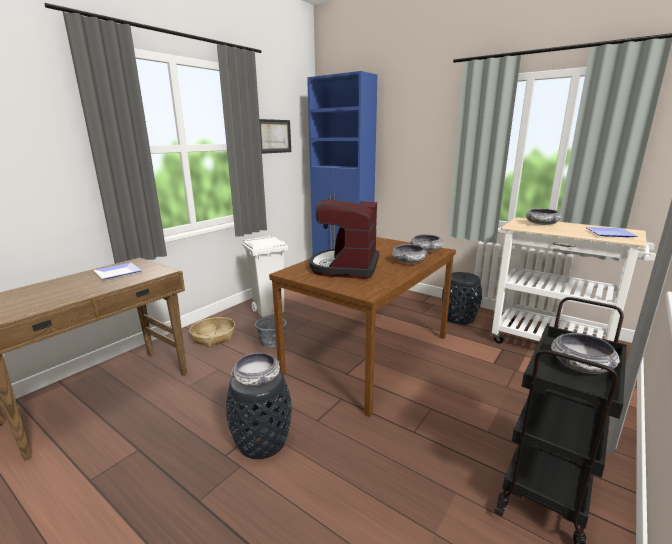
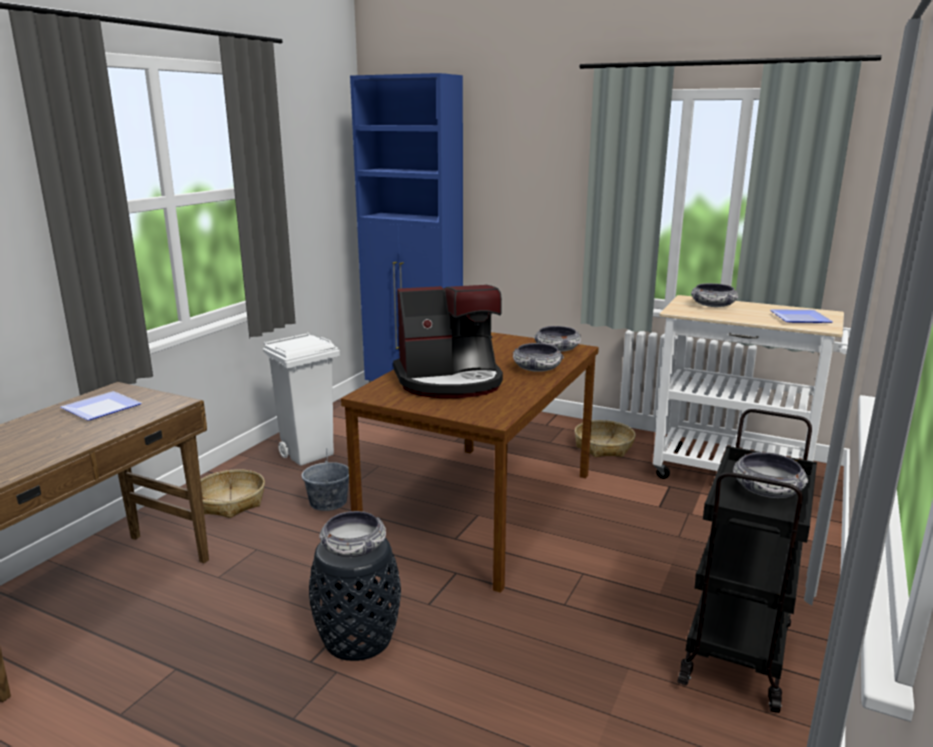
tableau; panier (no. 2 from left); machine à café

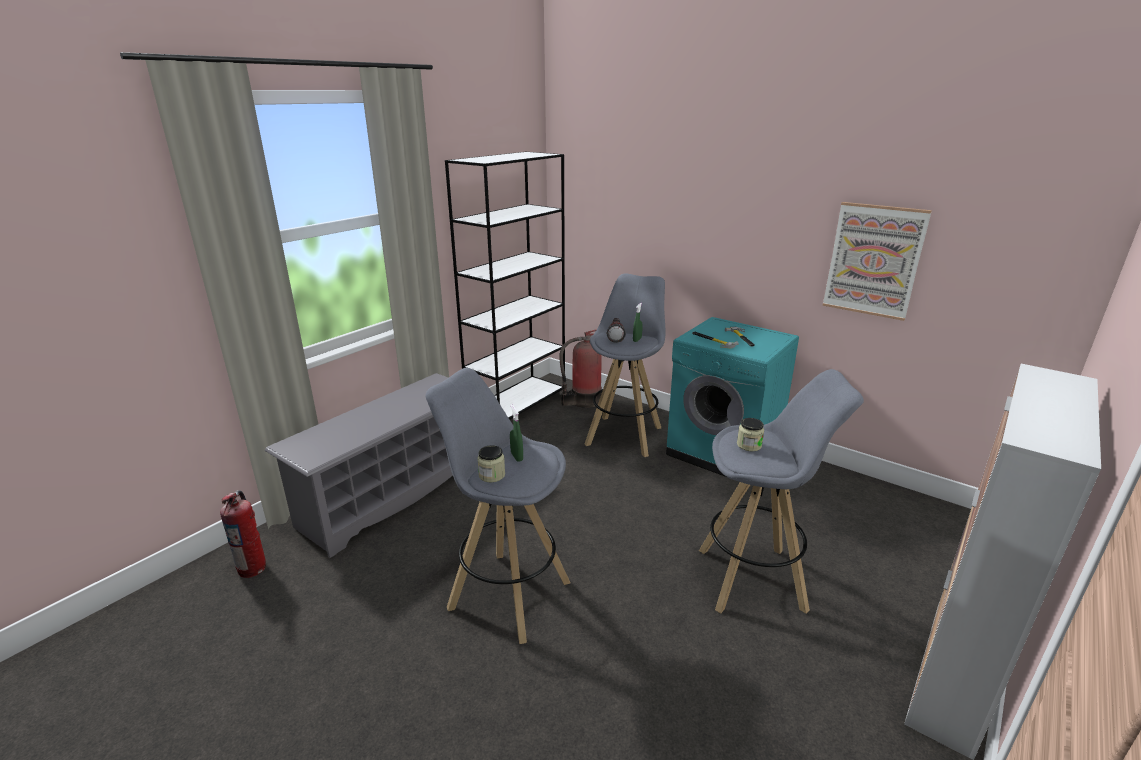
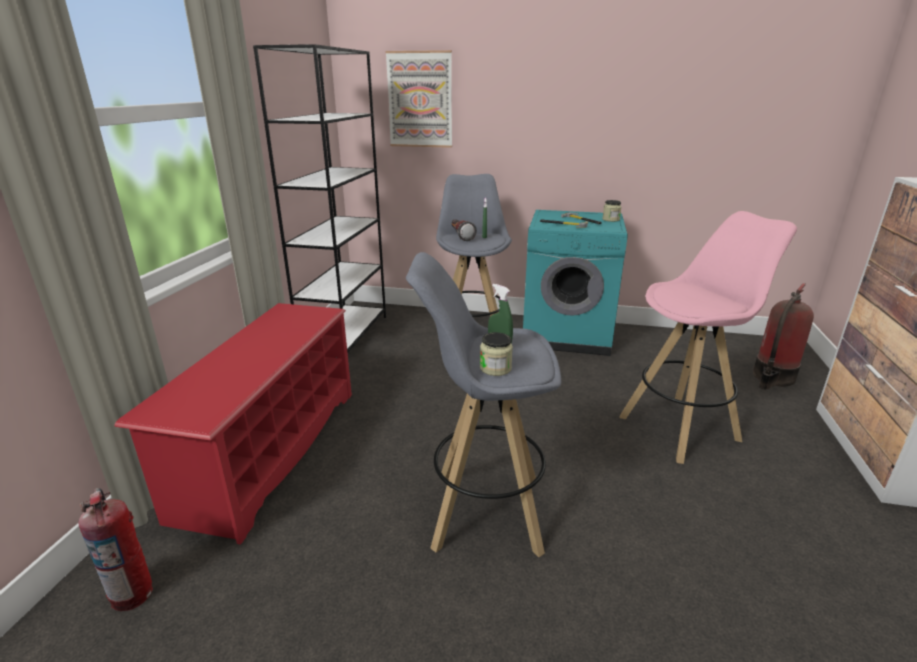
extincteur (no. 2 from left); bocal (no. 2 from left); tableau; étagère à chaussures (rouge); tabouret (rose)

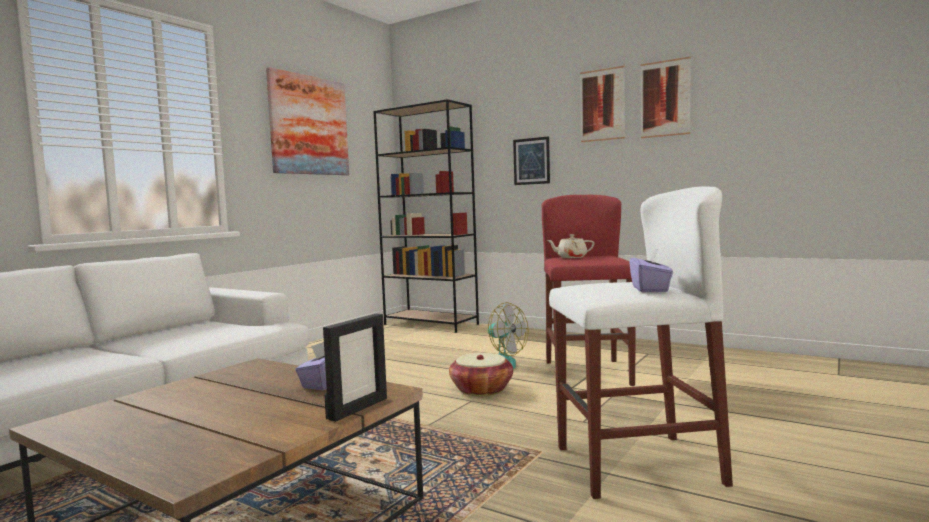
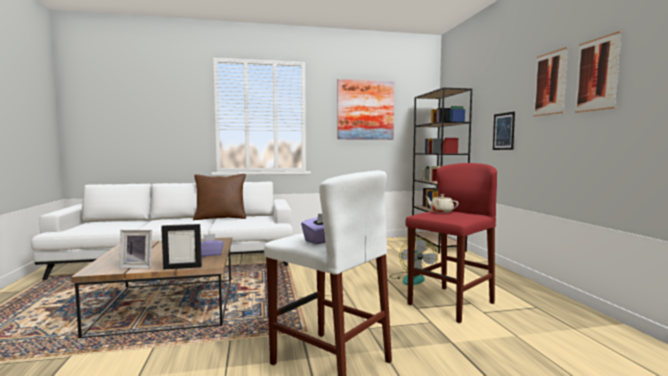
panier; cadre photo (no. 1 from left); coussin (marron)

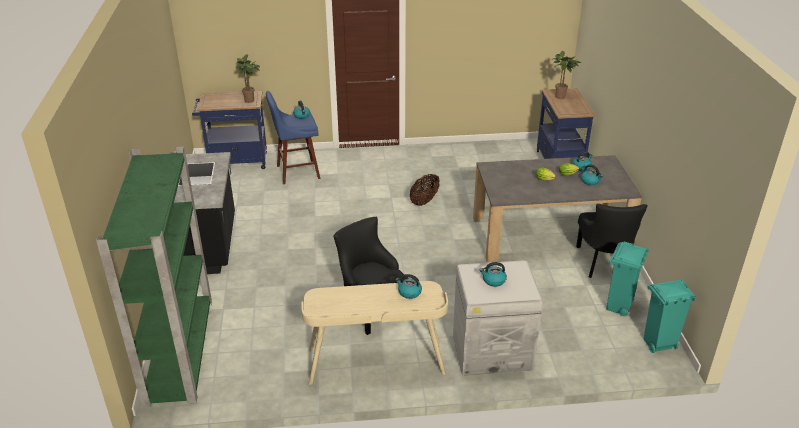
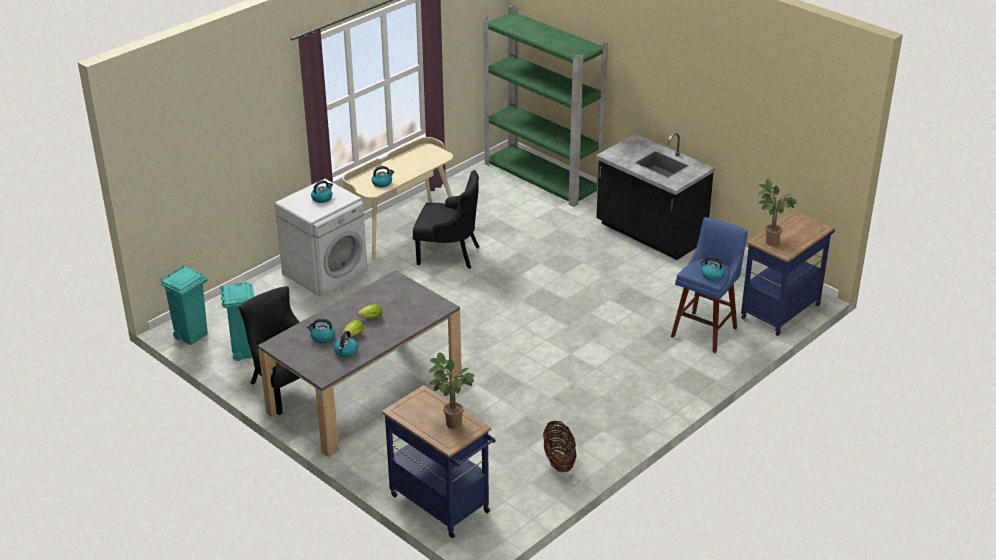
panier

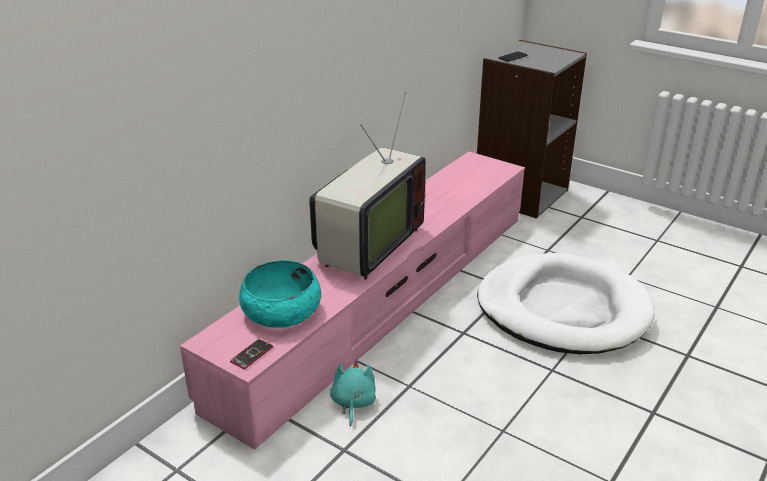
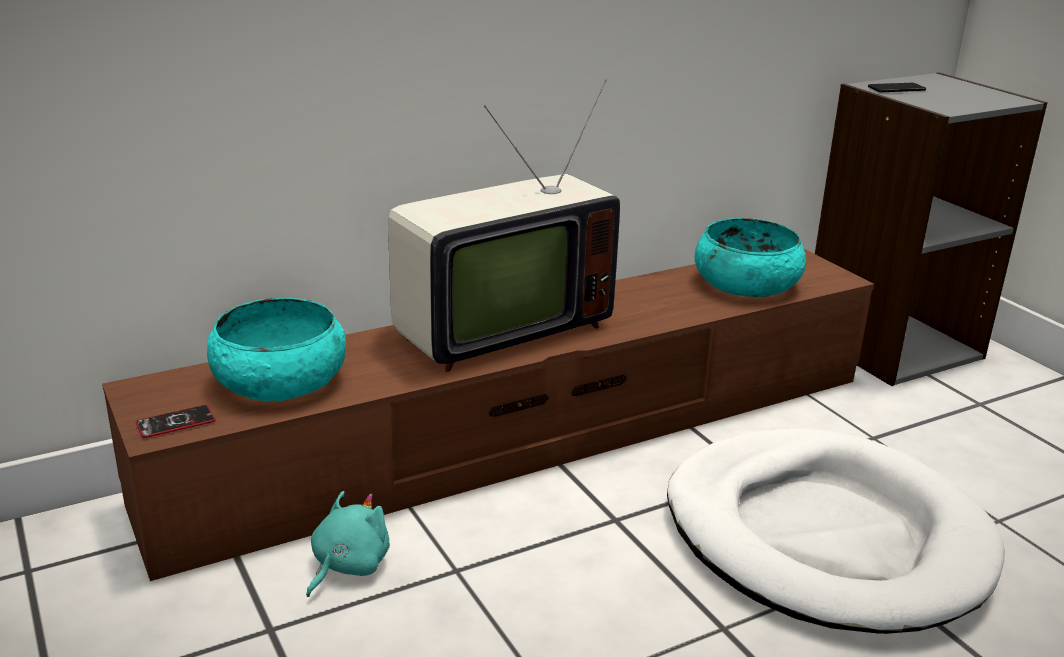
bol (turquoise) (no. 2 from left); meuble télé (marron)

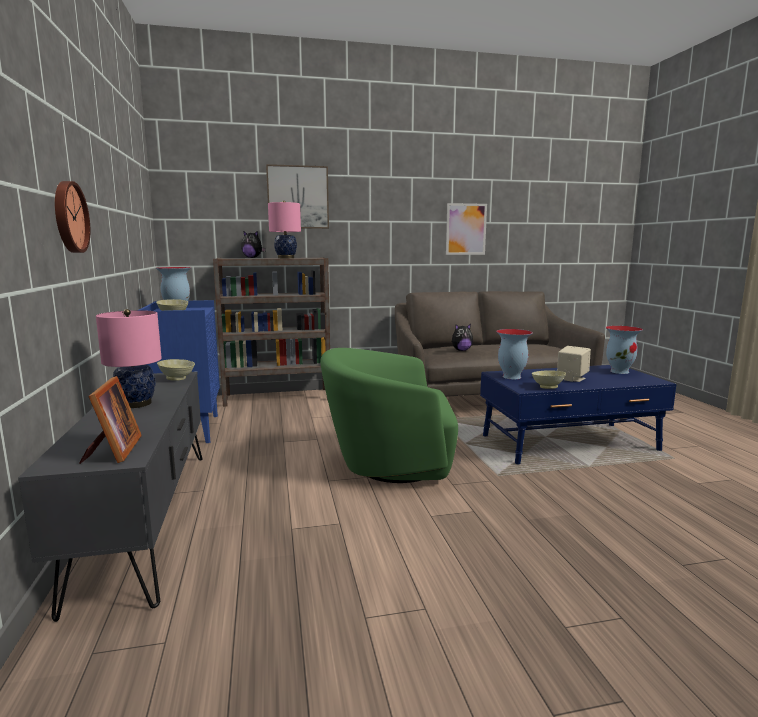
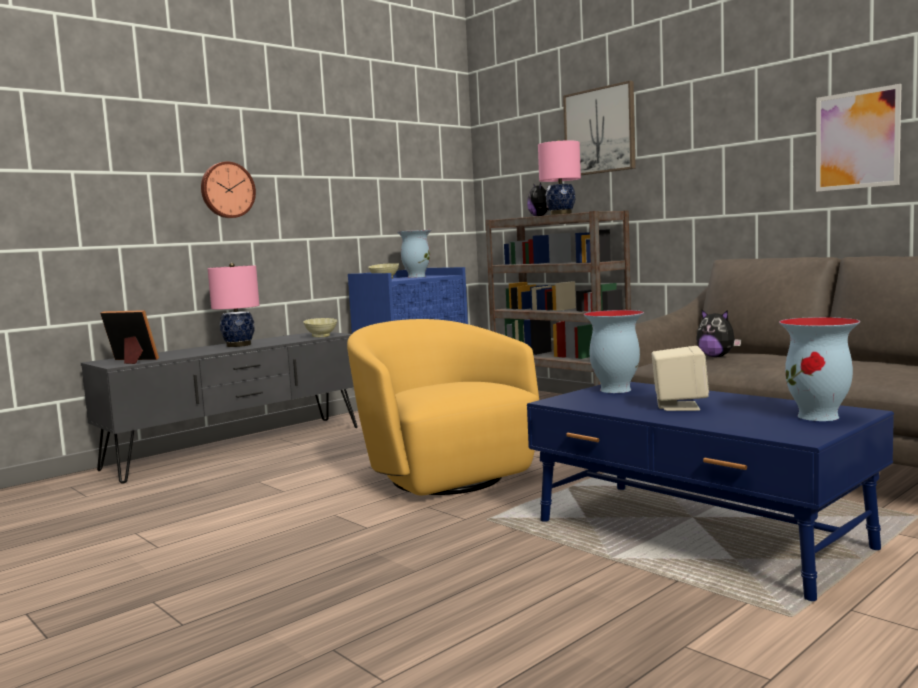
bol (beige) (no. 3 from left in the first image); fauteuil (jaune); cadre photo

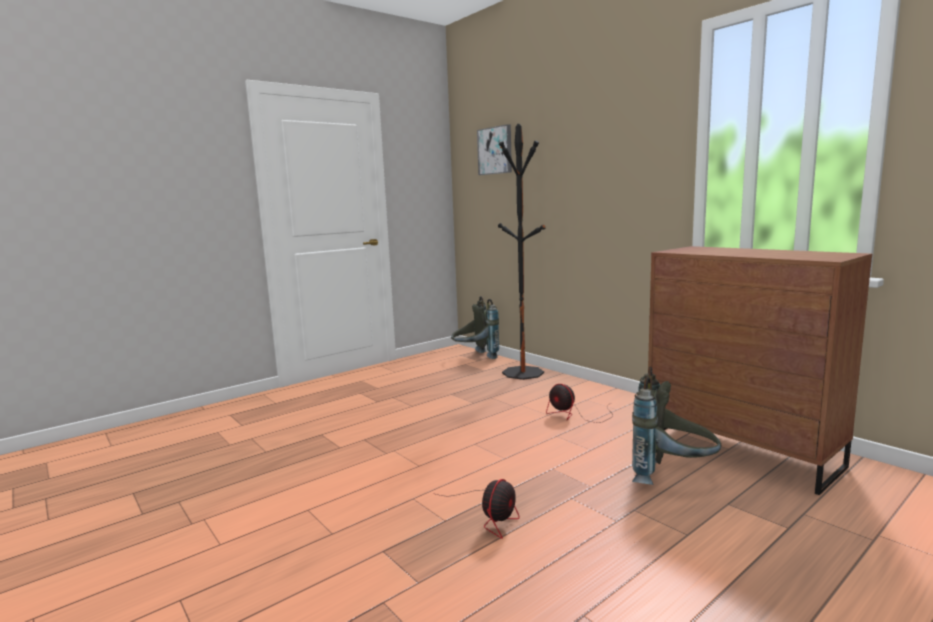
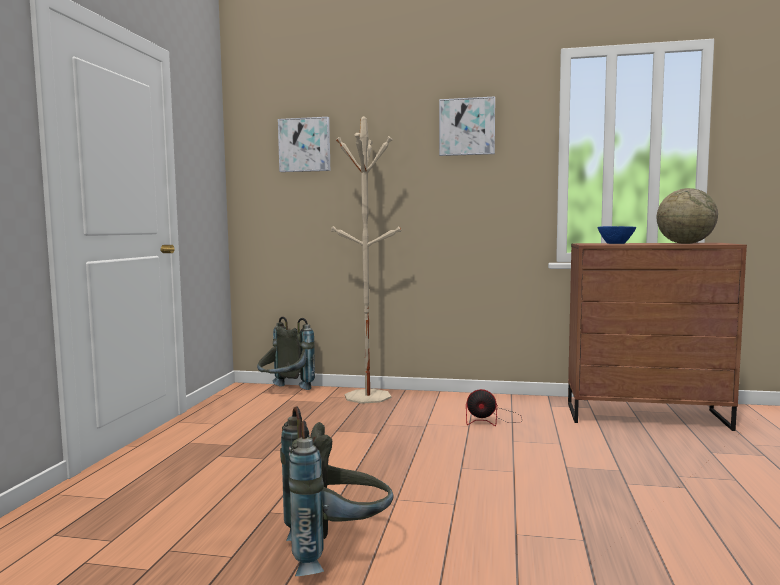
ventilateur (no. 1 from left in the first image); tableau (no. 2 from left); bol (bleu); globe; sac à dos (gris) (no. 2 from left); portant (beige)

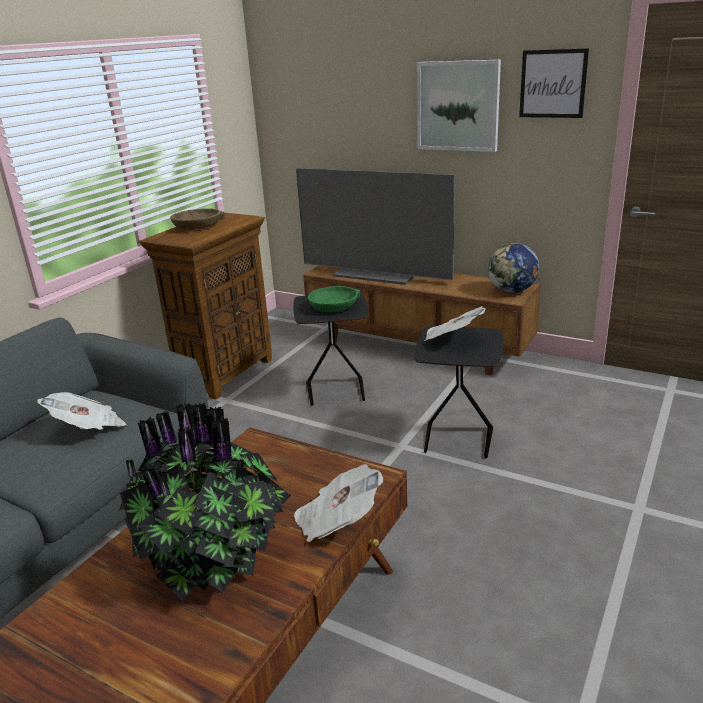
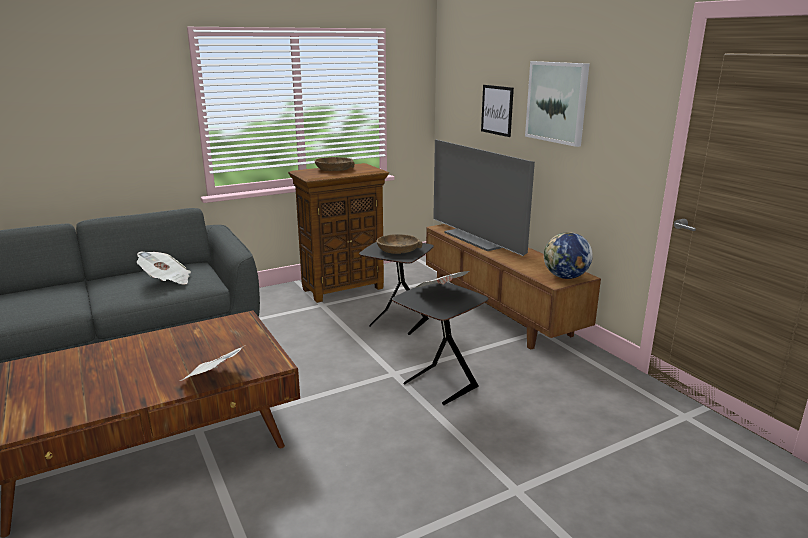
plante en pot; tableau (no. 1 from left); bol (marron) (no. 2 from left)

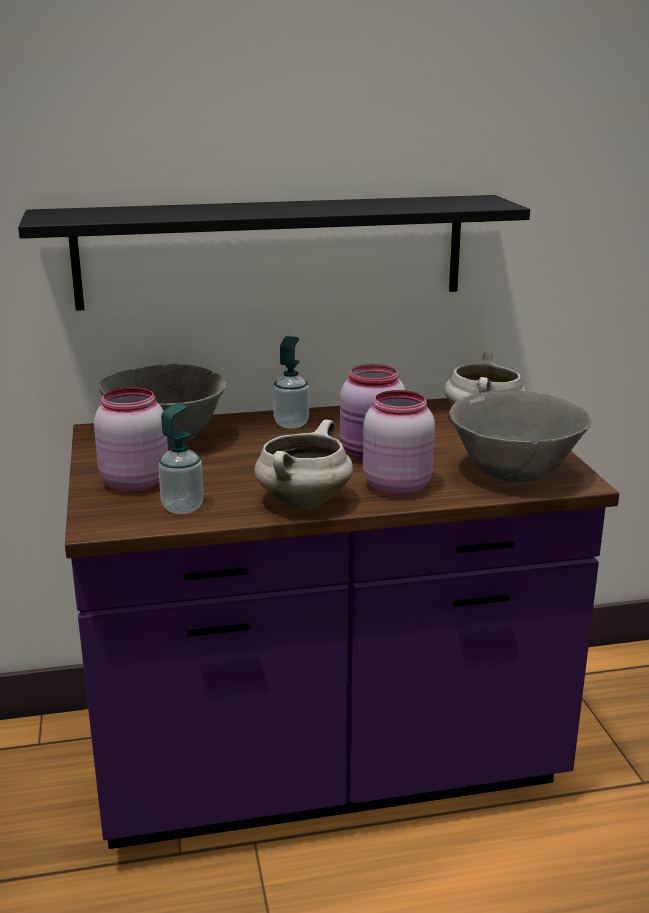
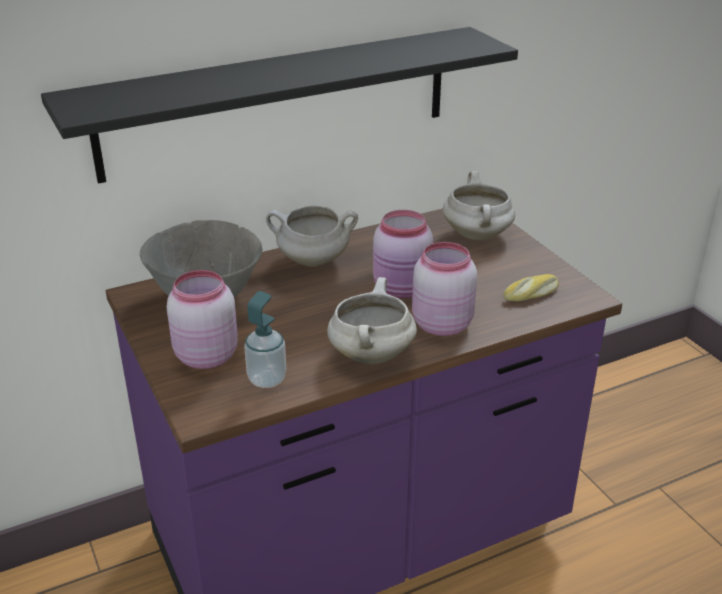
marmite (blanc) (no. 1 from left); pain

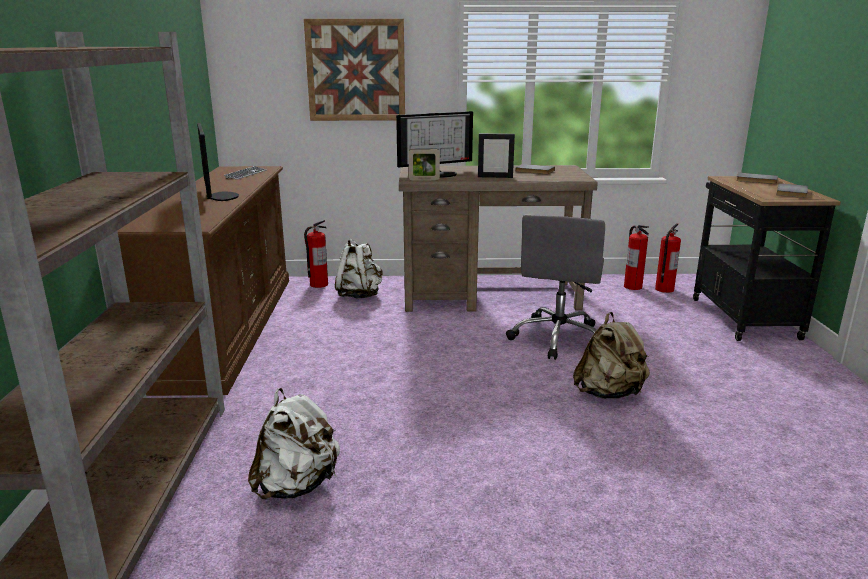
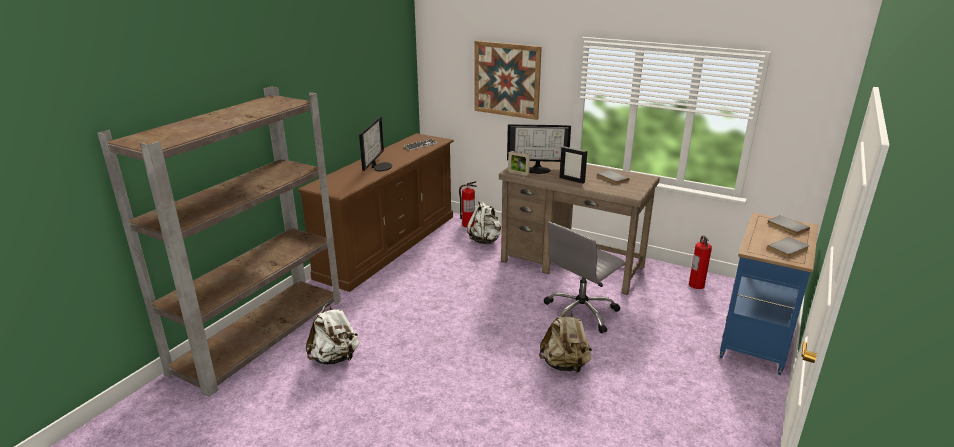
extincteur (no. 3 from left in the first image); chariot (bleu)

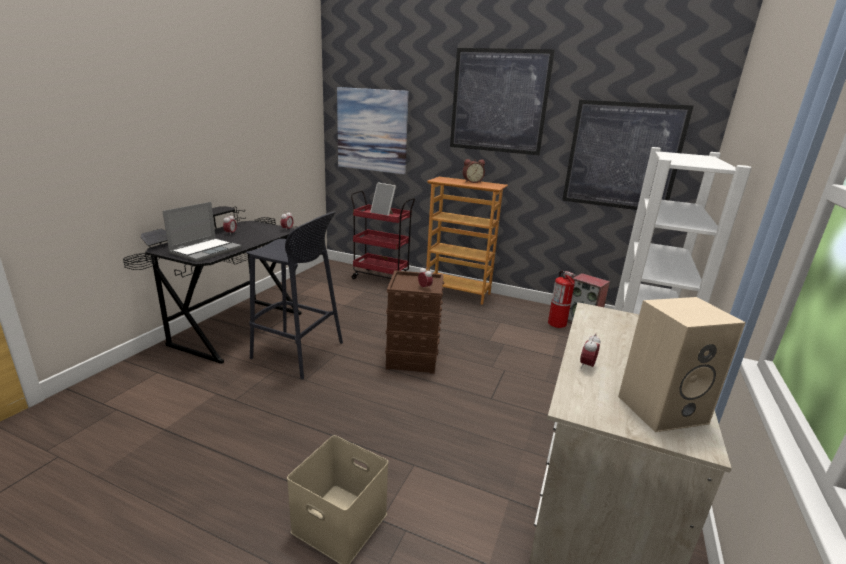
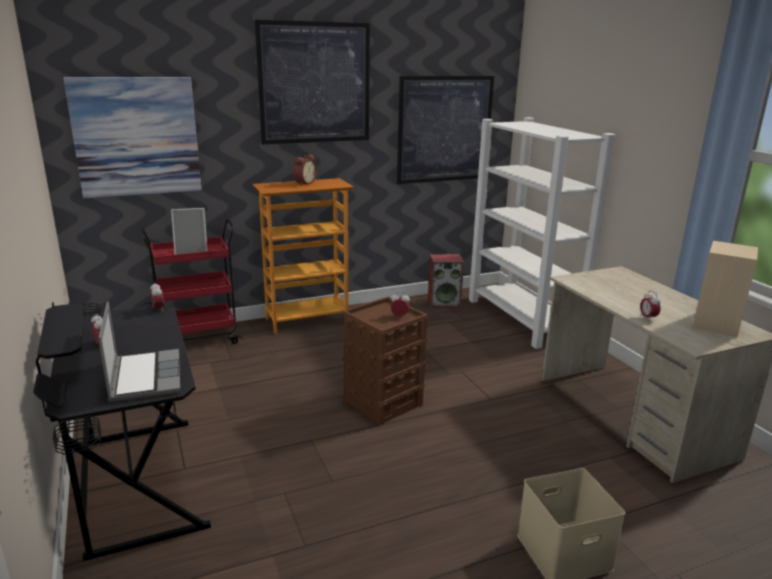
tabouret (gris); extincteur

